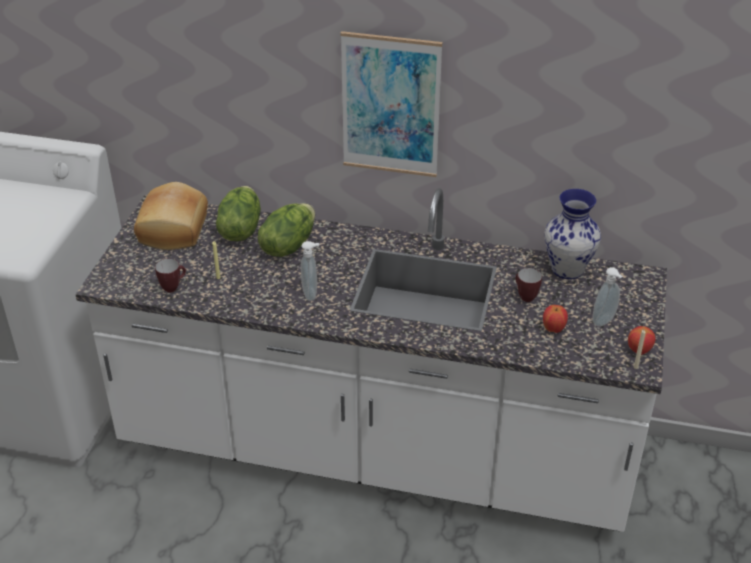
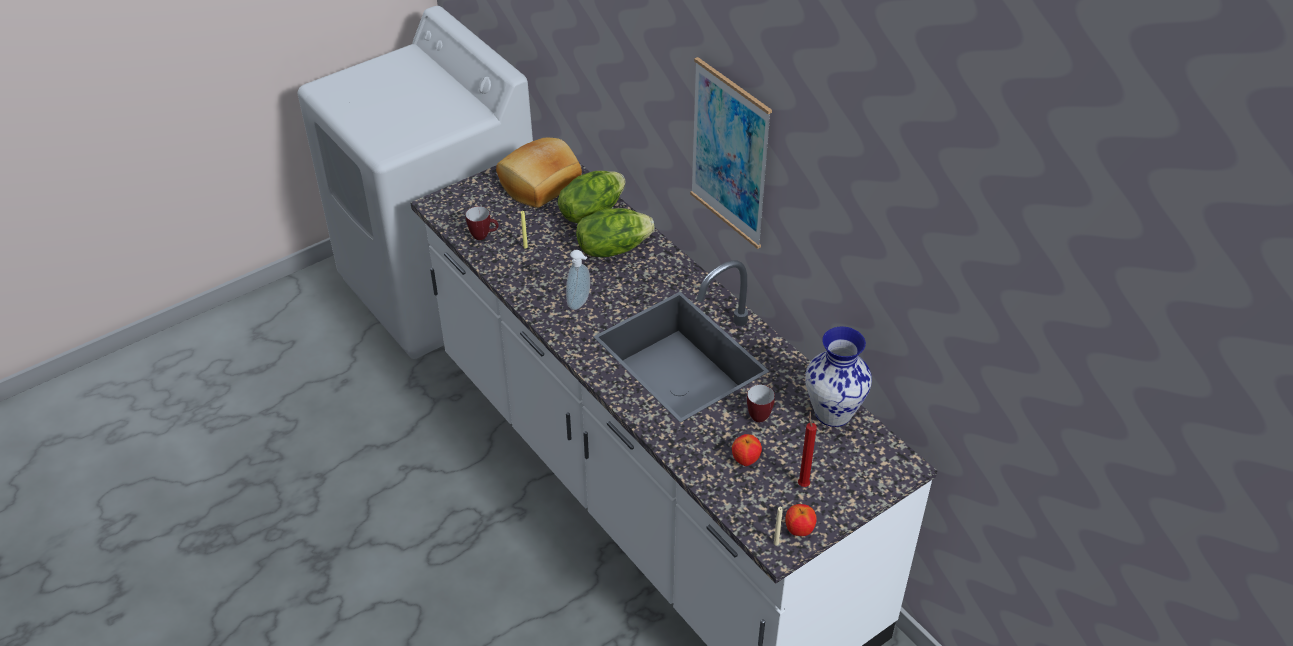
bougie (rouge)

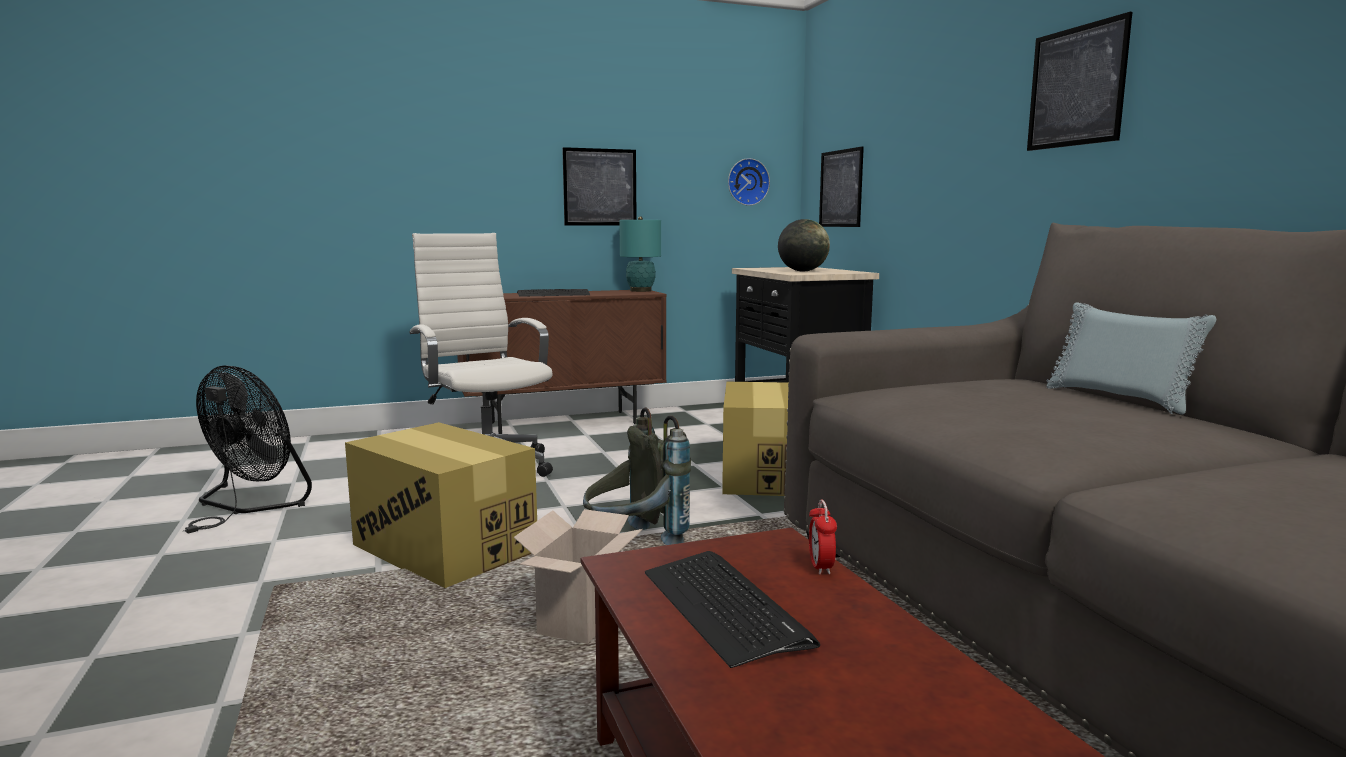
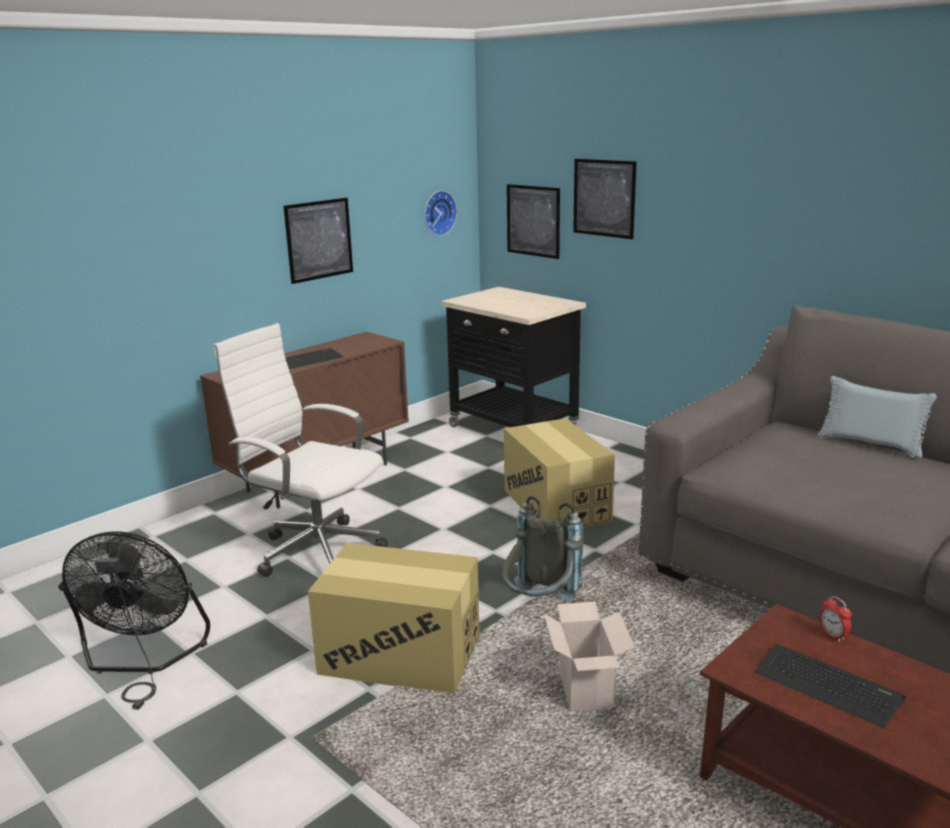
lampe de table (turquoise); globe; tableau (no. 3 from left)

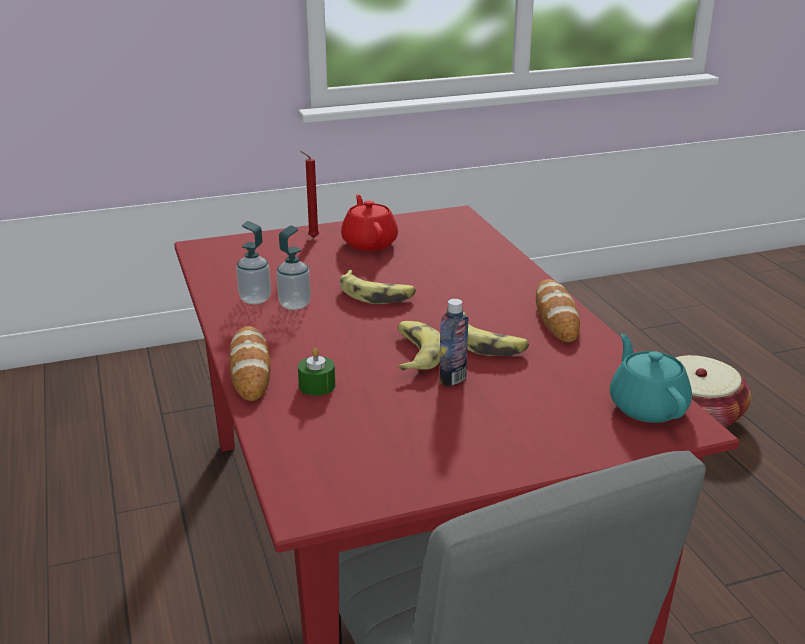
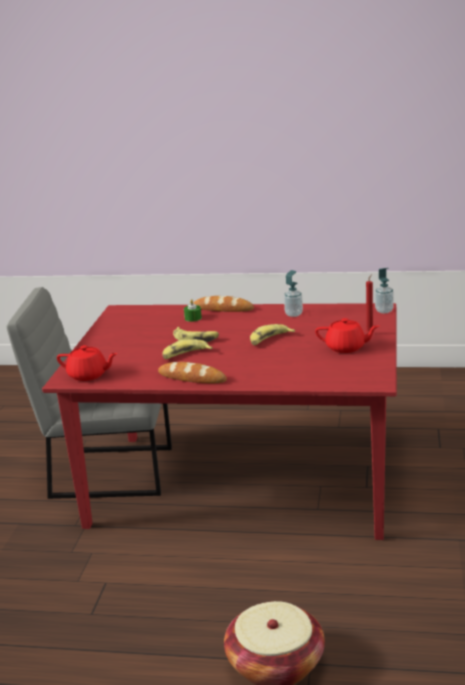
bouteille; distributeur de savon (no. 2 from left); théière (rouge) (no. 1 from left)

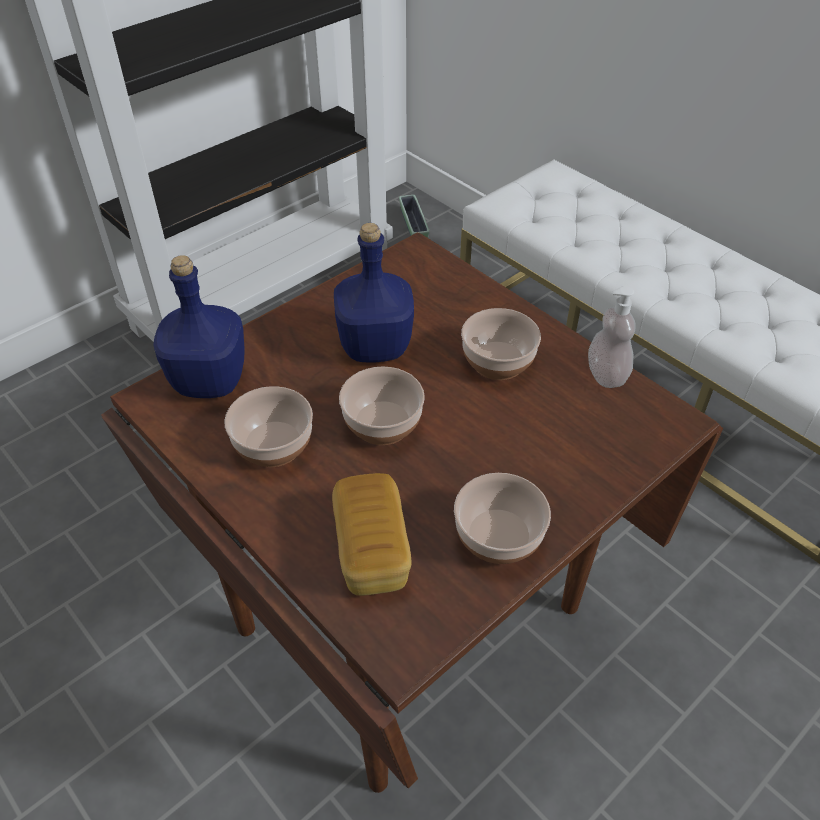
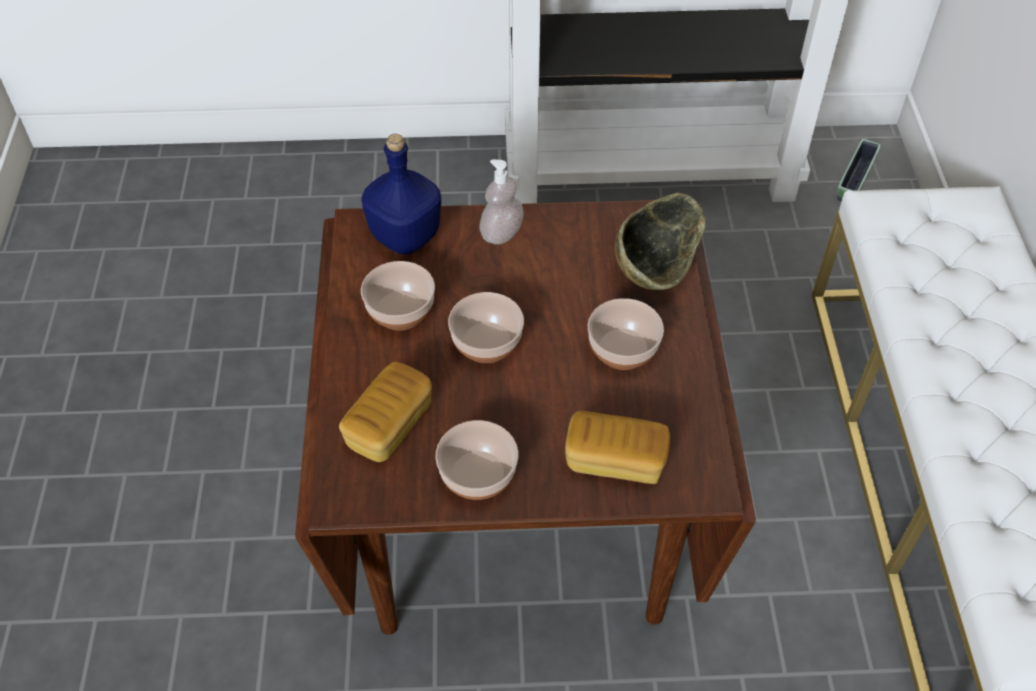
bouteille (bleu) (no. 2 from left in the first image); pain (no. 2 from left); bol (no. 5 from left); distributeur de savon

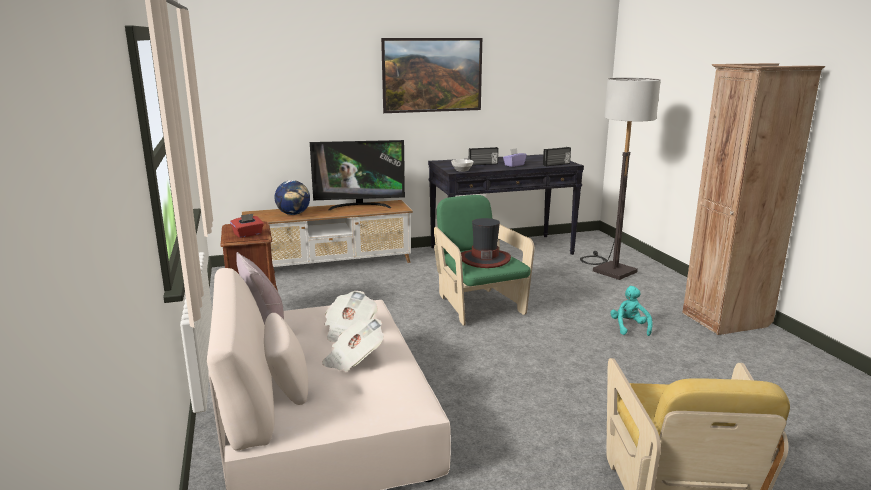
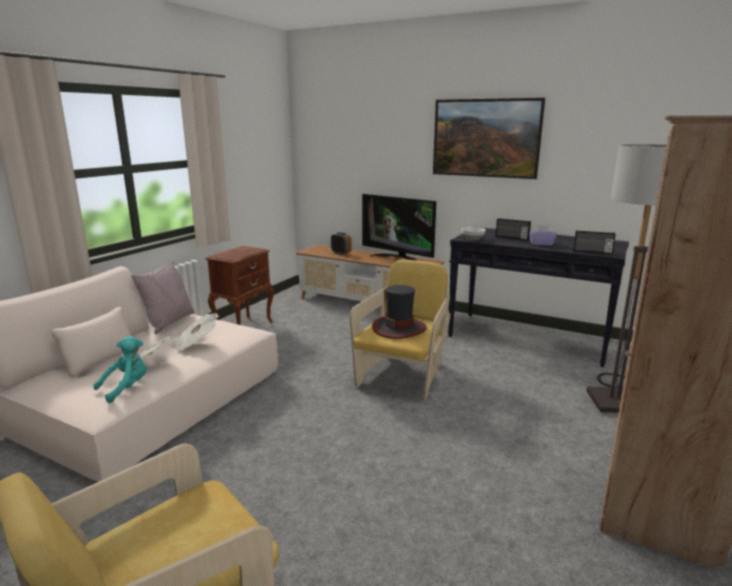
boîte à mouchoirs (rouge); peluche (turquoise); réveil; fauteuil (jaune) (no. 2 from left)

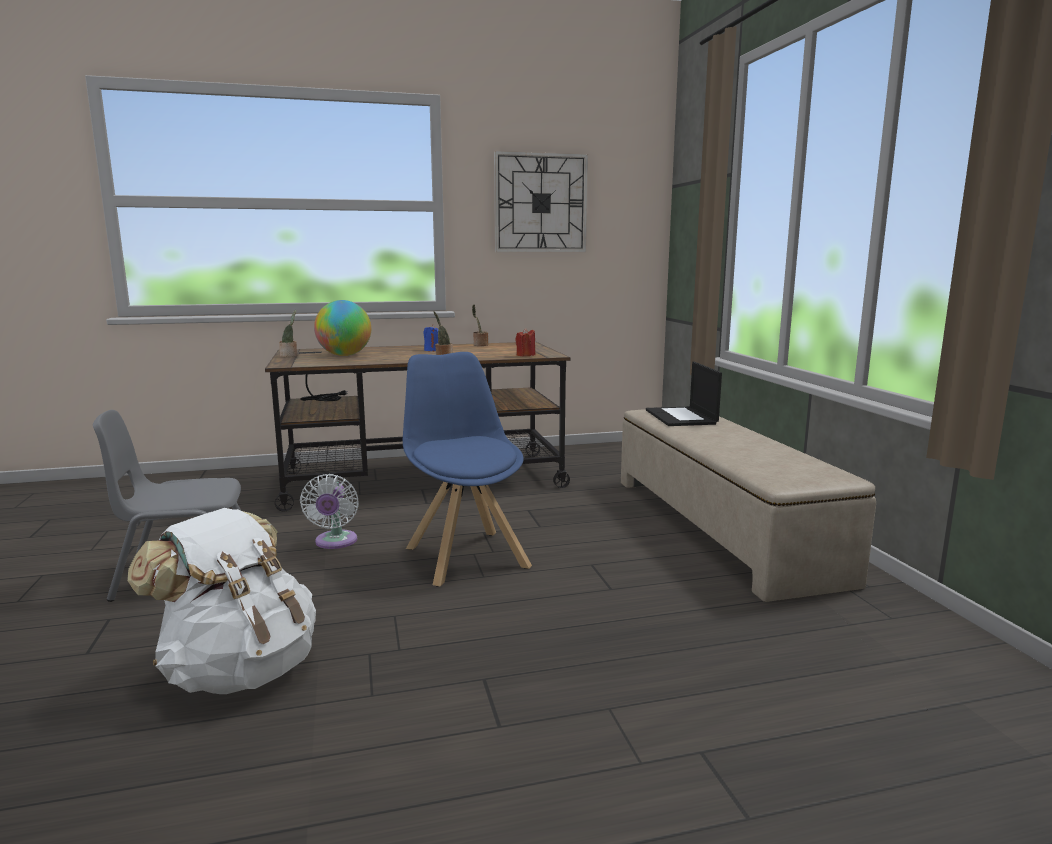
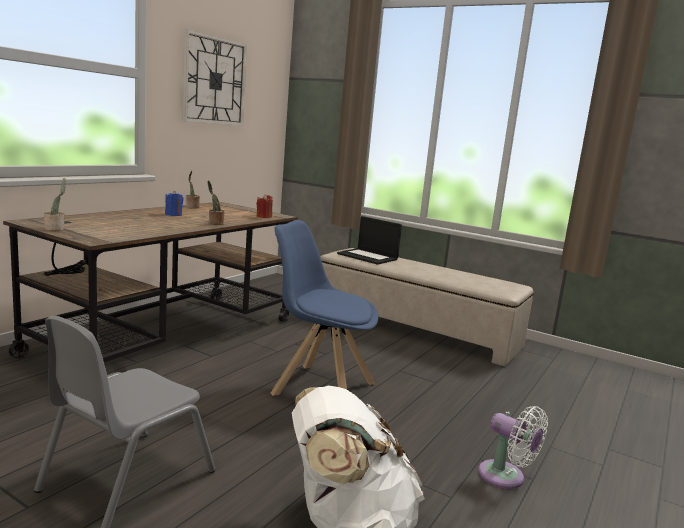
globe; ventilateur (blanc)

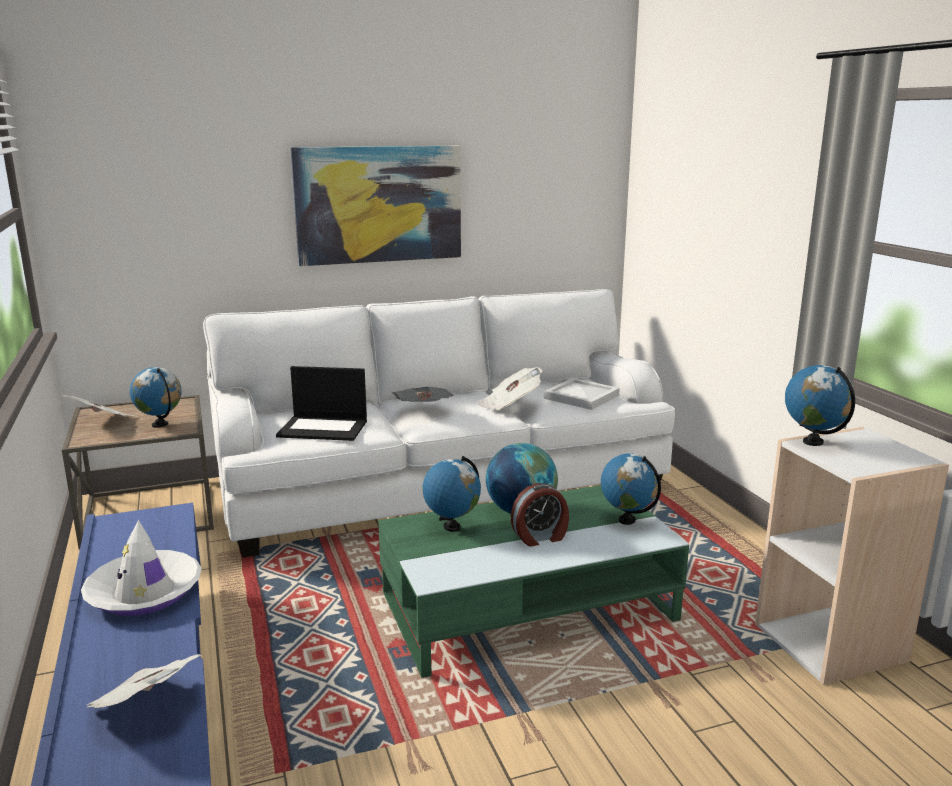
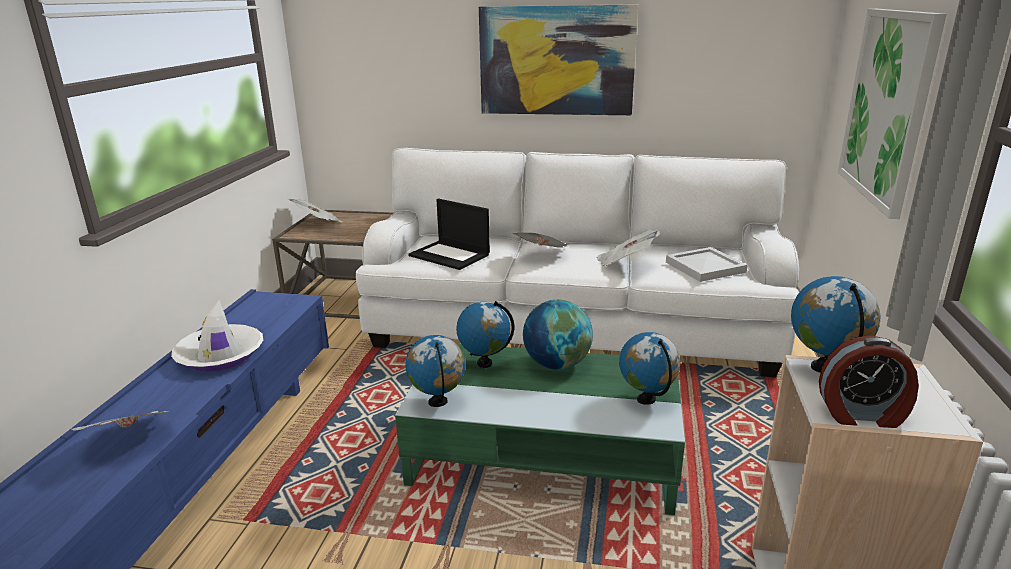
tableau (no. 2 from left); globe (no. 1 from left); réveil

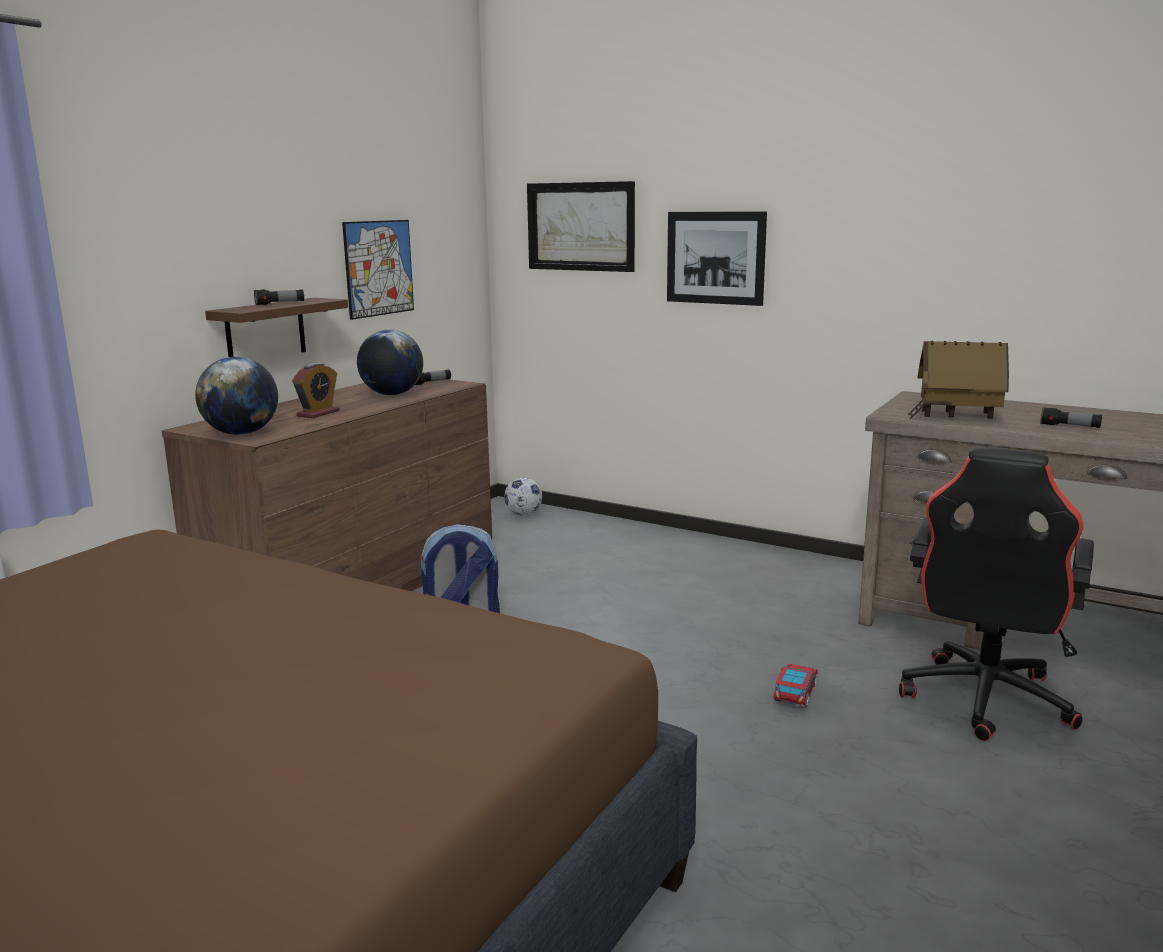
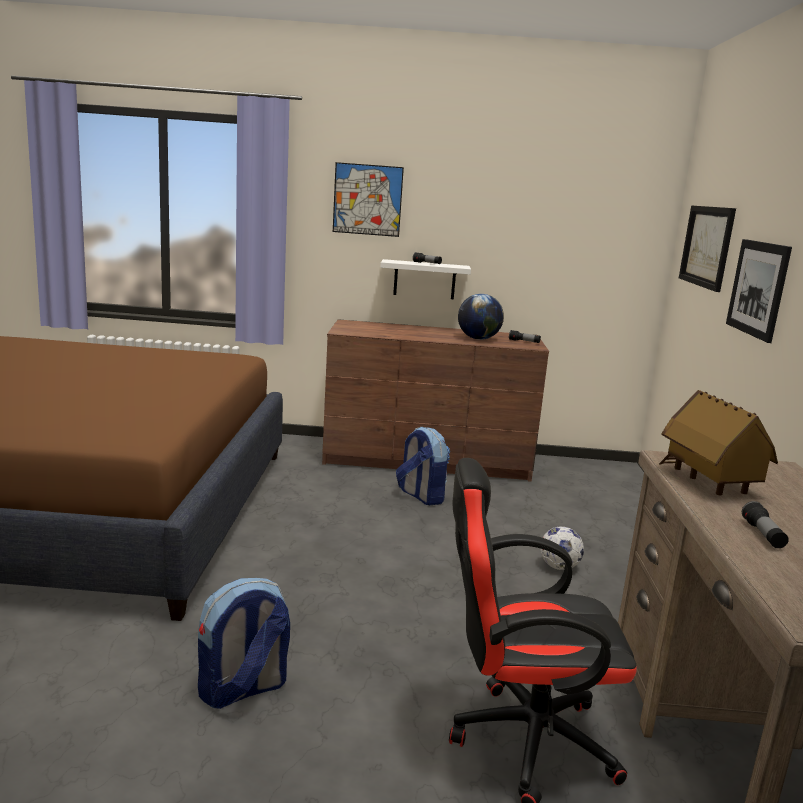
globe (no. 1 from left in the first image); réveil; petite voiture; sac à dos (no. 1 from left); tableau (no. 1 from left); ballon de foot; étagère (blanc)

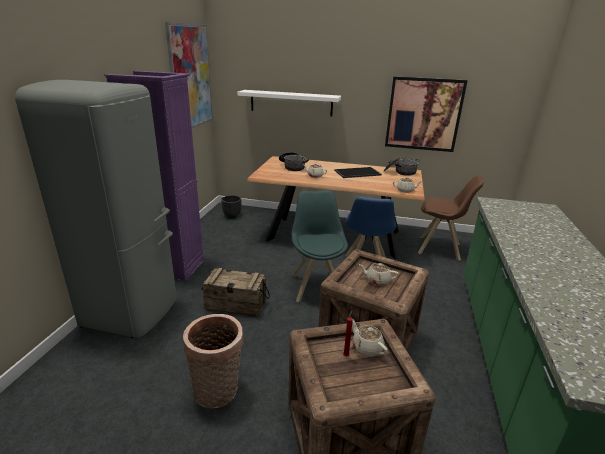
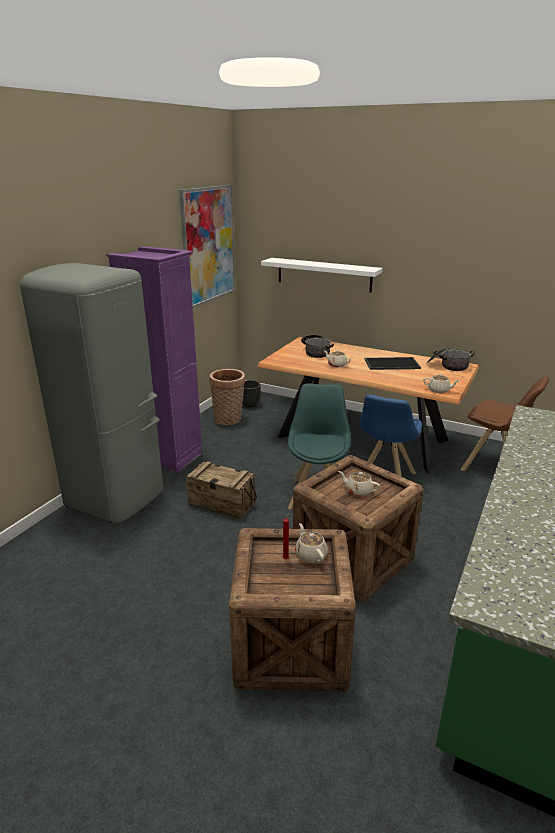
tableau (no. 2 from left in the first image); panier

